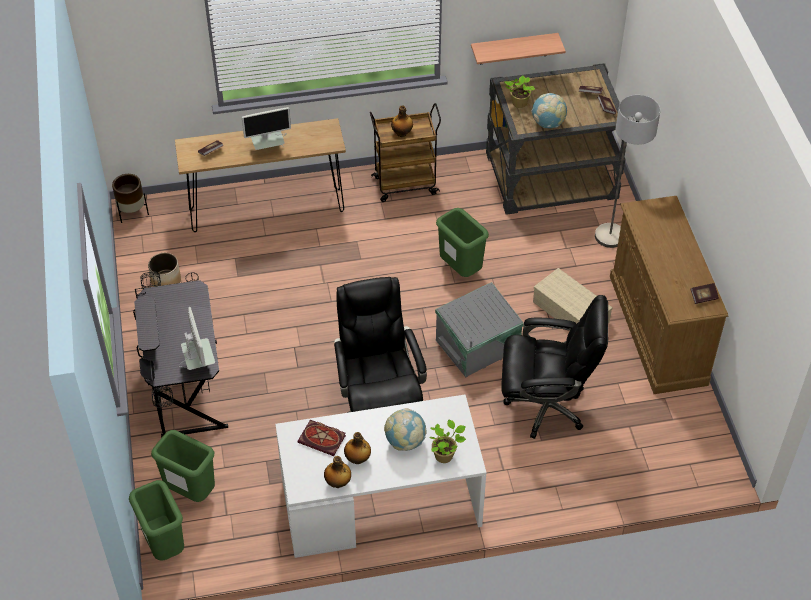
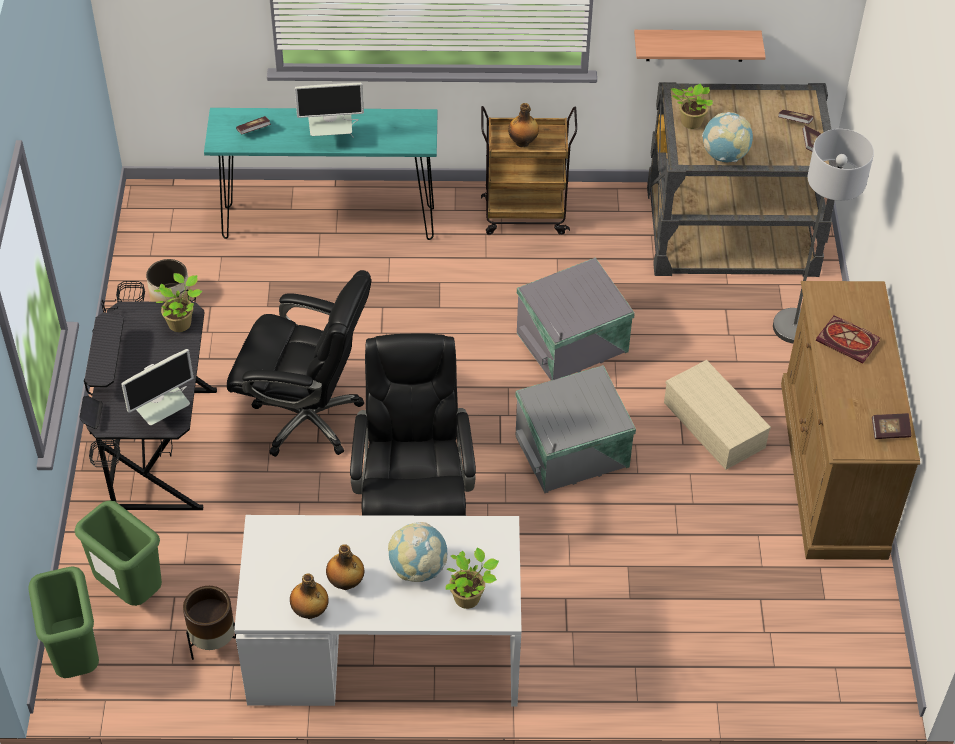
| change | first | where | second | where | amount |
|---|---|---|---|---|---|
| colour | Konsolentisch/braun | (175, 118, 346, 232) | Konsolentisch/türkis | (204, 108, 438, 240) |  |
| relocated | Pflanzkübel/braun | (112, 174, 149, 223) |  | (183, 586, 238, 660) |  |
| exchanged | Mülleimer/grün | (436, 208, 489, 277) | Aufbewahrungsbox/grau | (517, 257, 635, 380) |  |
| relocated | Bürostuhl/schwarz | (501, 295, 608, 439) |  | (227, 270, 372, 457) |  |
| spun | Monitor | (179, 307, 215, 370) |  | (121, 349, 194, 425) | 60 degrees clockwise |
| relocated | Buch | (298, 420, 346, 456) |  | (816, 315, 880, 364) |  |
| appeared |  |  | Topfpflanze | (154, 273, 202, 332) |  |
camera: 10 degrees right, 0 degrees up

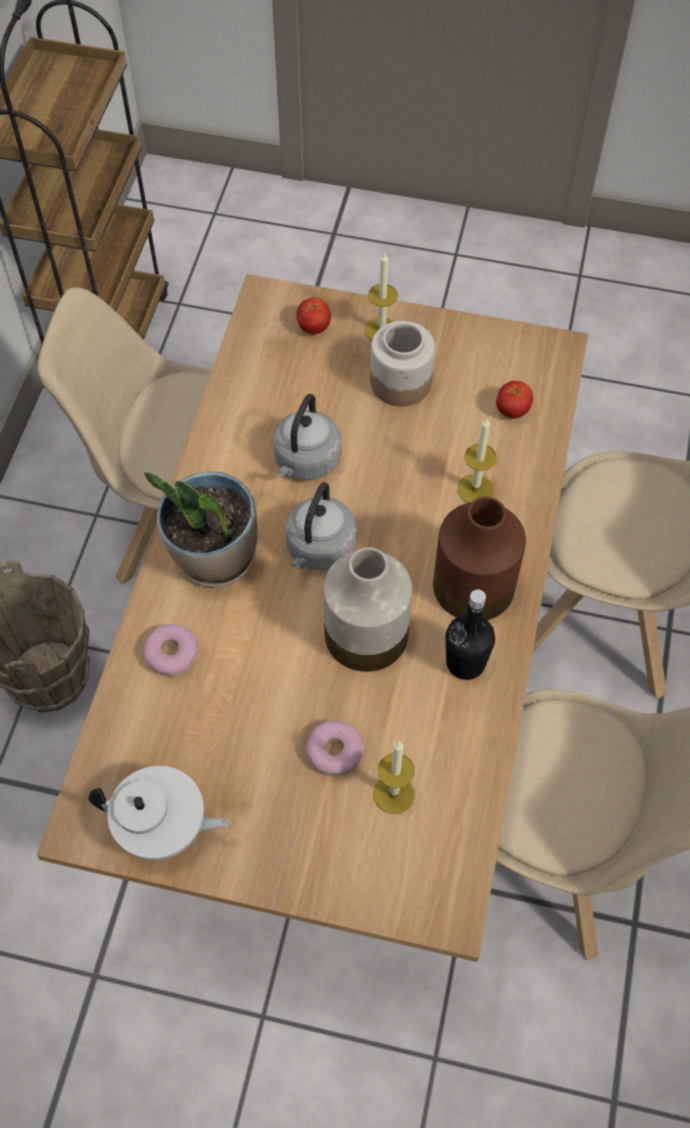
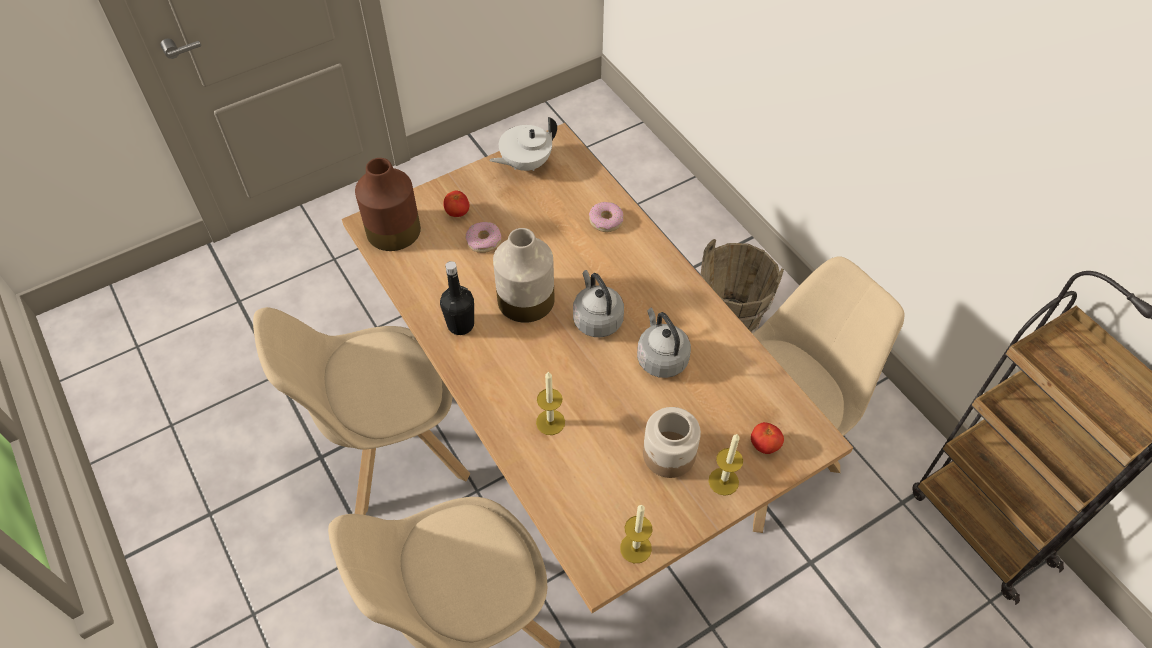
| change | first | where | second | where | amount |
|---|---|---|---|---|---|
| relocated | Tomate | (496, 381, 533, 419) |  | (443, 191, 469, 217) |  |
| missing | Topfpflanze | (144, 471, 257, 587) |  |  |  |
| relocated | Vase/braun | (433, 497, 526, 620) |  | (355, 158, 421, 251) |  |
| relocated | Kerze | (373, 742, 415, 814) |  | (620, 504, 652, 563) |  |
camera: 135 degrees right, 5 degrees down

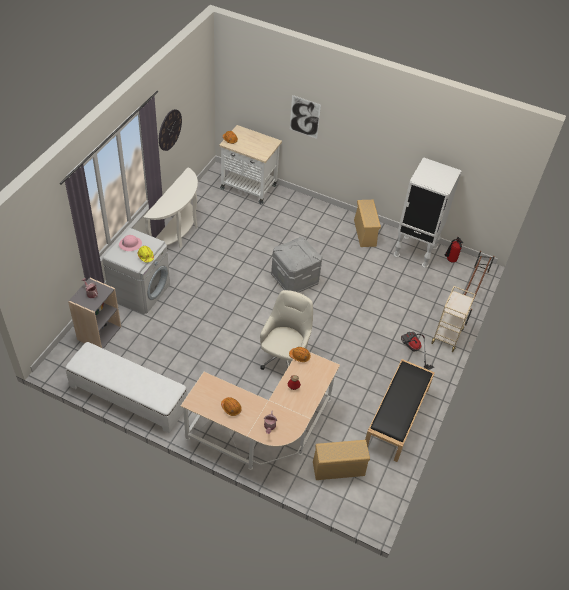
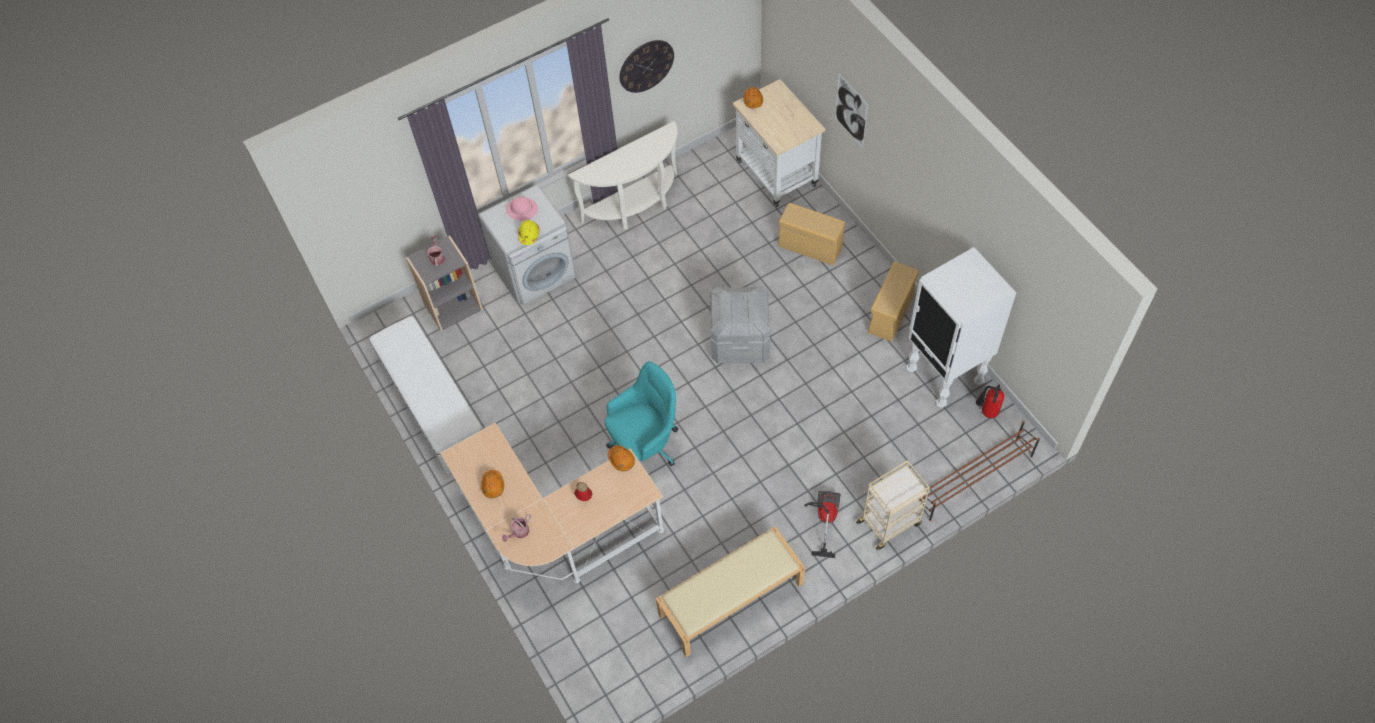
| change | first | where | second | where | amount |
|---|---|---|---|---|---|
| colour | Bürostuhl/beige | (260, 290, 313, 370) | Bürostuhl/türkis | (605, 361, 678, 466) |  |
| colour | Bank/schwarz | (365, 359, 435, 462) | Bank/beige | (656, 526, 805, 657) |  |
| relocated | Aufbewahrungsbox/beige | (313, 440, 370, 480) |  | (778, 203, 845, 265) |  |
camera: 40 degrees right, 10 degrees up

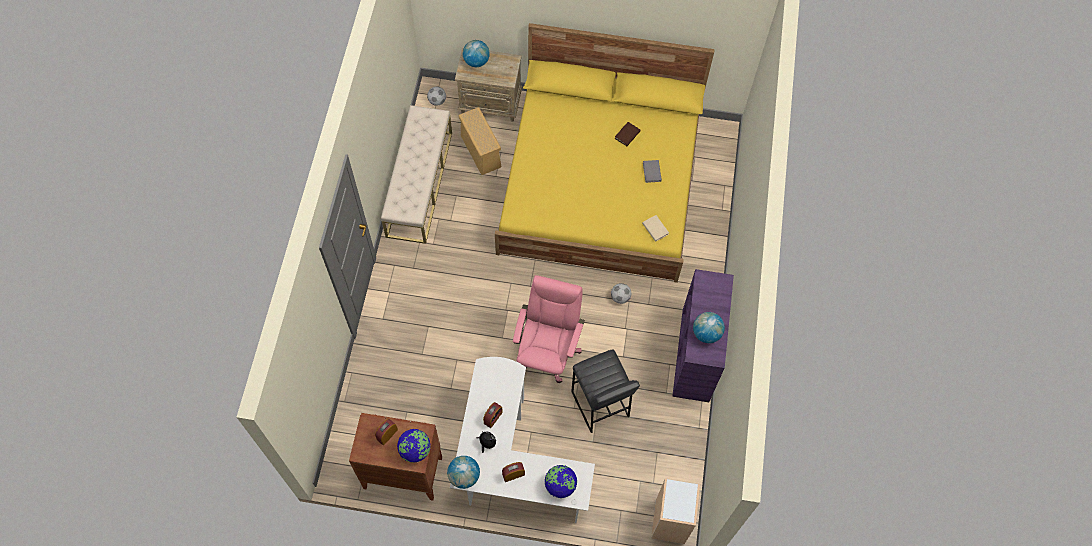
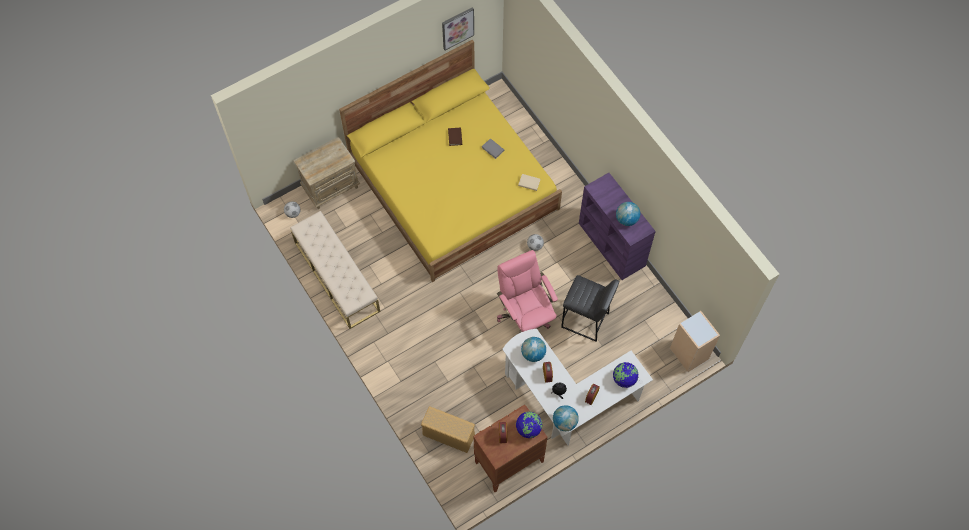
| change | first | where | second | where | amount |
|---|---|---|---|---|---|
| relocated | Globus | (463, 40, 490, 67) |  | (521, 337, 546, 362) |  |
| relocated | Aufbewahrungsbox/beige | (459, 107, 502, 175) |  | (421, 406, 475, 453) |  |
| appeared |  |  | Bild | (442, 7, 474, 51) |  |
camera: 40 degrees left, 0 degrees up

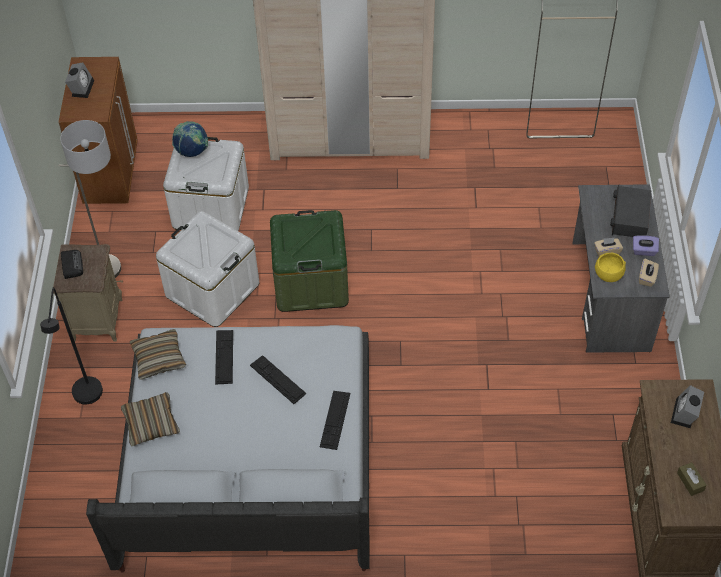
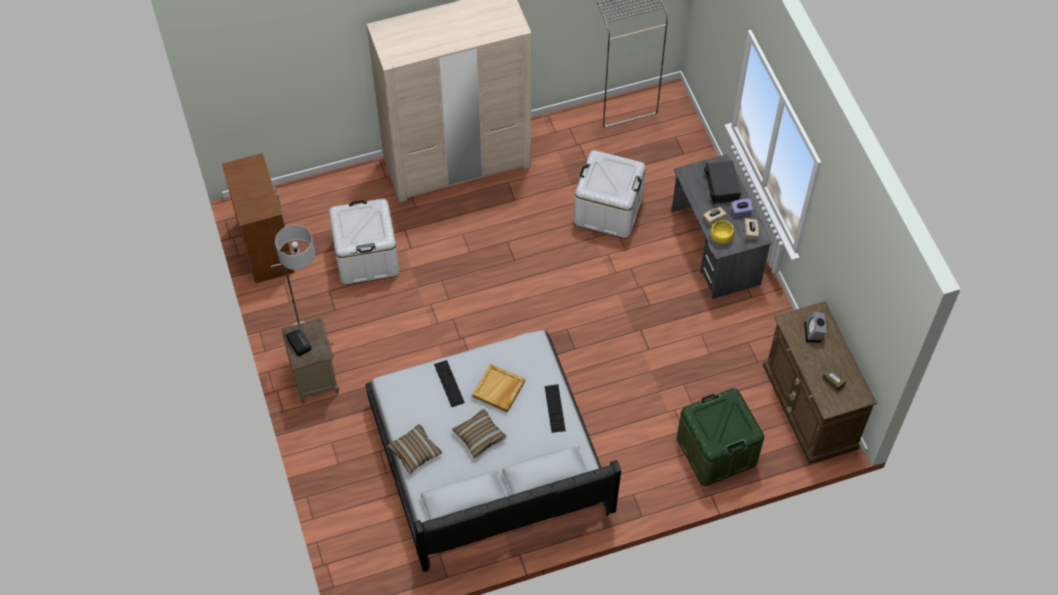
| change | first | where | second | where | amount |
|---|---|---|---|---|---|
| missing | Wecker | (65, 62, 94, 98) |  |  |  |
| missing | Globus | (172, 121, 208, 157) |  |  |  |
| relocated | Aufbewahrungsbox/grün | (270, 210, 349, 312) |  | (677, 388, 764, 486) |  |
| relocated | Aufbewahrungsbox/weiß | (156, 211, 259, 327) |  | (574, 150, 646, 239) |  |
| missing | Stehlampe/schwarz | (40, 287, 103, 405) |  |  |  |
| relocated | Kissen | (130, 329, 186, 380) |  | (452, 409, 506, 458) |  |
| exchanged | Tastatur | (250, 355, 307, 404) | Tablett/beige | (472, 364, 525, 413) |  |
camera: 20 degrees left, 5 degrees up

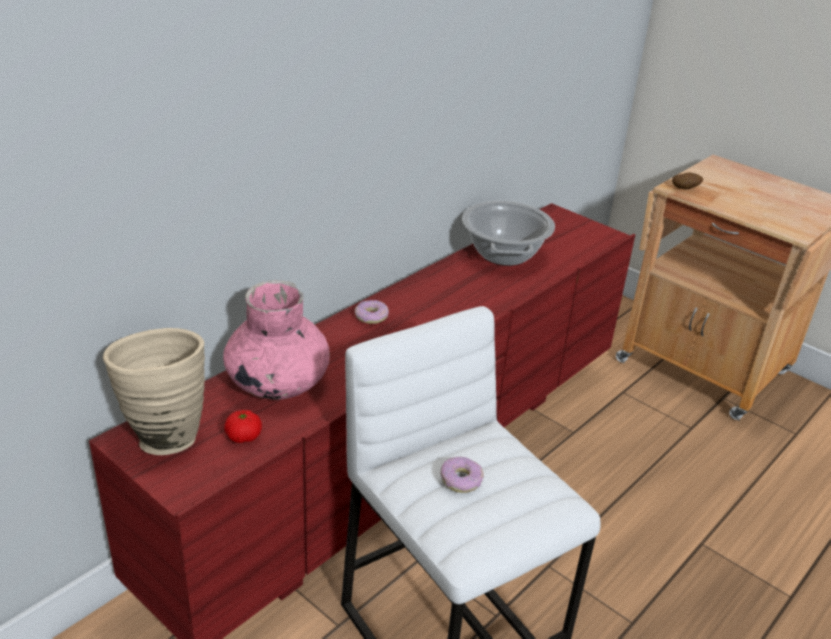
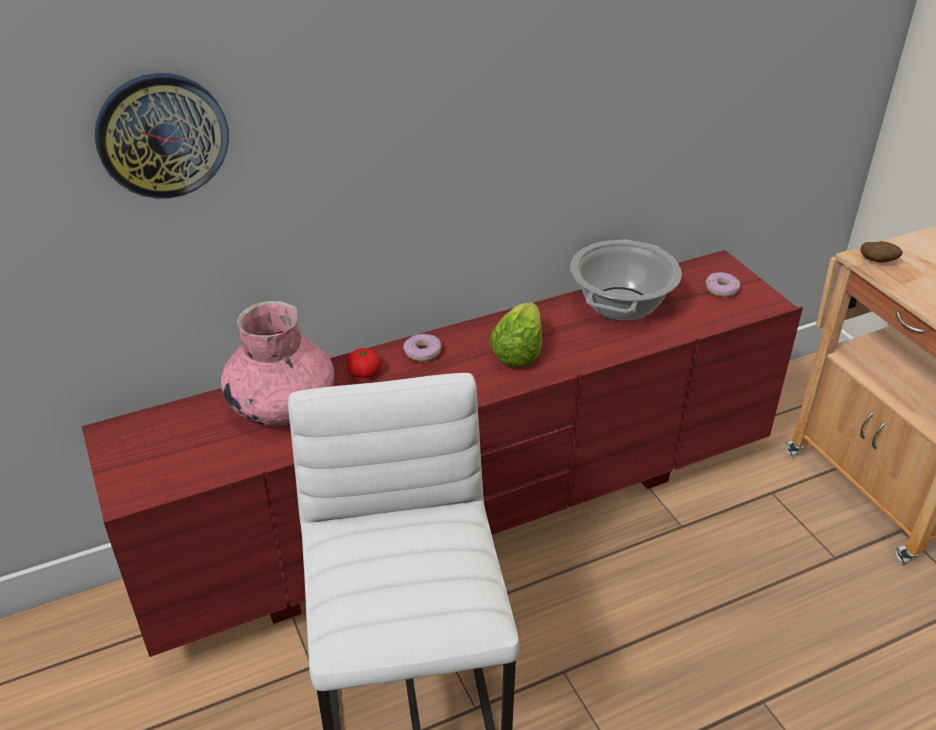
| change | first | where | second | where | amount |
|---|---|---|---|---|---|
| missing | Vase/beige | (103, 328, 205, 455) |  |  |  |
| relocated | Tomate | (224, 410, 262, 443) |  | (347, 348, 381, 378) |  |
| relocated | Donut | (441, 457, 484, 493) |  | (706, 272, 740, 297) |  |
| appeared |  |  | Wanduhr | (95, 73, 229, 199) |  |
| appeared |  |  | Salatkopf | (489, 302, 542, 367) |  |
camera: 25 degrees right, 5 degrees up

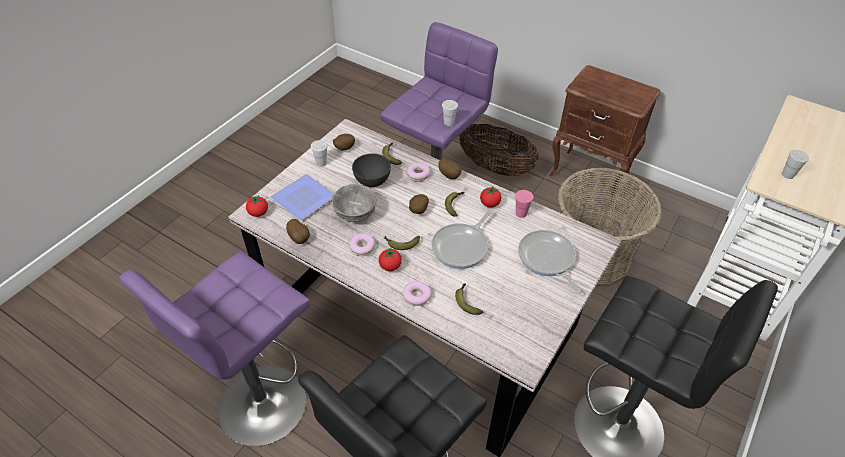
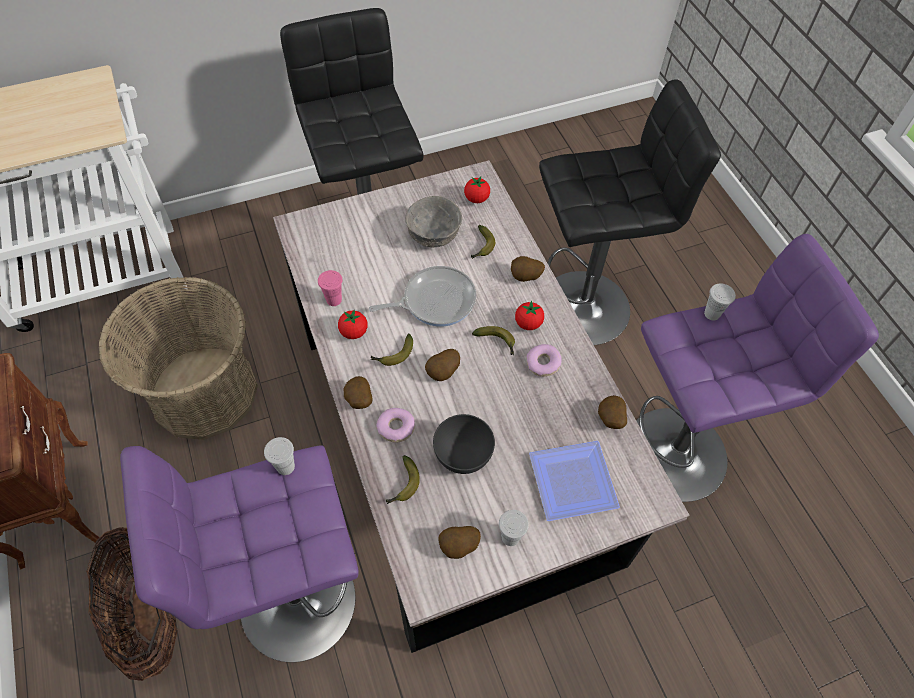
| change | first | where | second | where | amount |
|---|---|---|---|---|---|
| relocated | Tasse/weiß | (782, 150, 809, 179) |  | (704, 284, 736, 320) |  |
| relocated | Schüssel/grau | (332, 184, 377, 222) |  | (405, 196, 462, 248) |  |
| relocated | Tomate | (246, 195, 268, 217) |  | (464, 177, 490, 203) |  |
| missing | Pfanne | (518, 230, 581, 294) |  |  |  |
| exchanged | Donut | (403, 281, 432, 306) | Kartoffel | (511, 256, 545, 282) |  |
camera: 145 degrees left, 10 degrees up

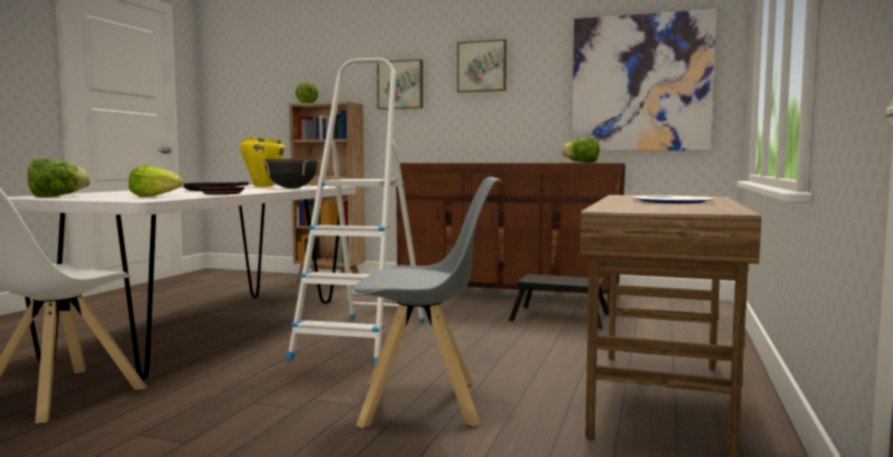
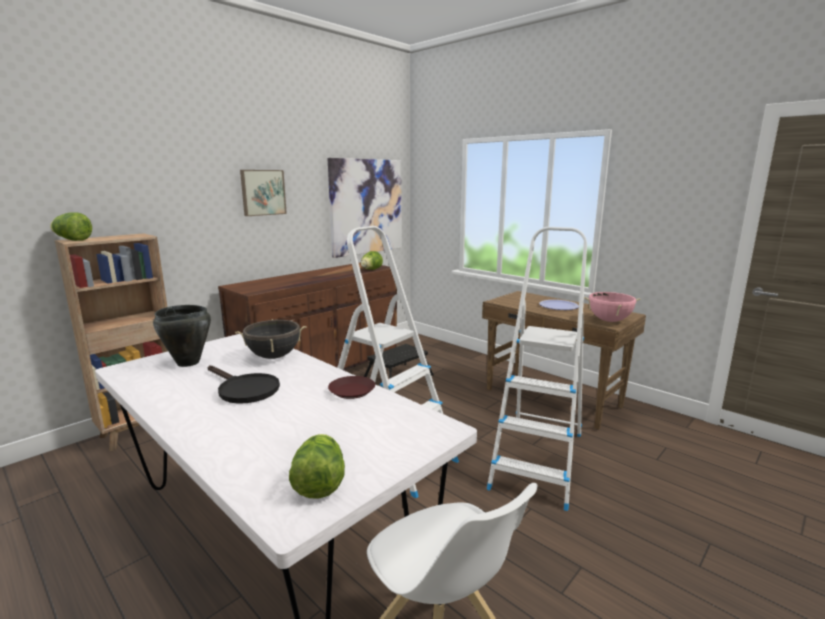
| change | first | where | second | where | amount |
|---|---|---|---|---|---|
| missing | Bild | (377, 59, 423, 109) |  |  |  |
| colour | Kochtopf/gelb | (240, 137, 285, 187) | Kochtopf/schwarz | (153, 305, 211, 367) |  |
| missing | Salatkopf | (129, 165, 184, 197) |  |  |  |
| exchanged | Stuhl/grau | (350, 177, 501, 428) | Trittleiter/weiß | (487, 227, 587, 511) |  |
| appeared |  |  | Kochtopf/rosa | (584, 292, 641, 322) |  |
camera: 65 degrees left, 10 degrees up

